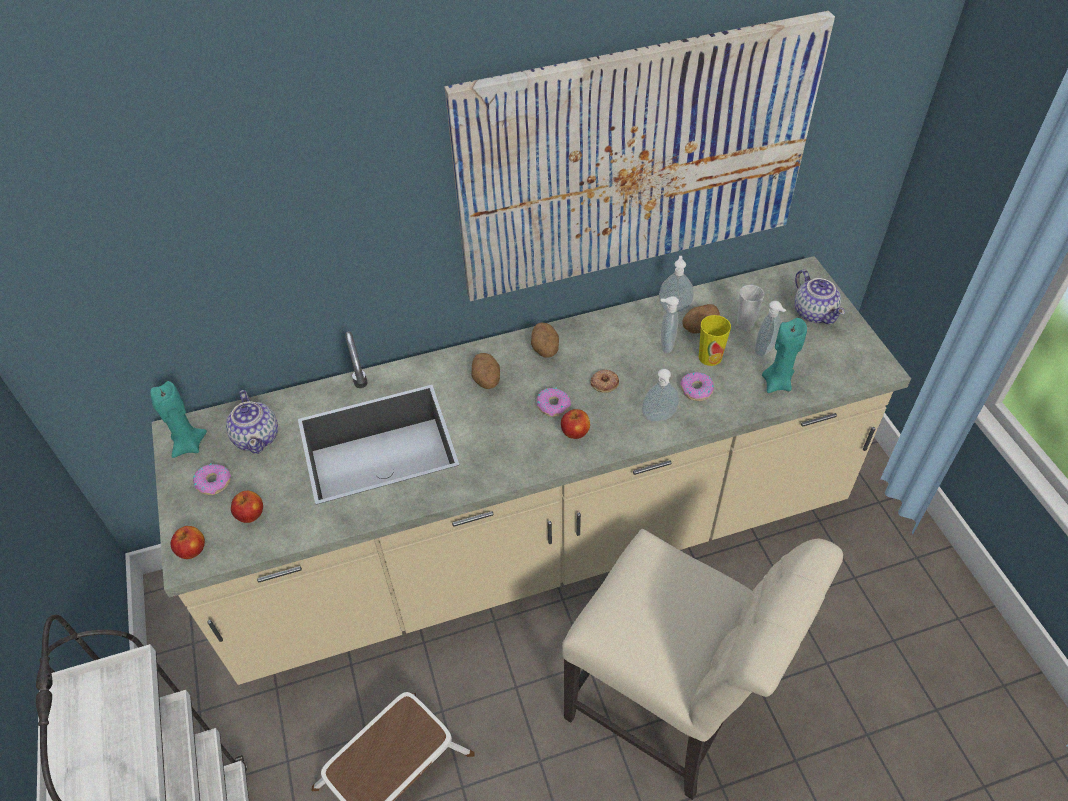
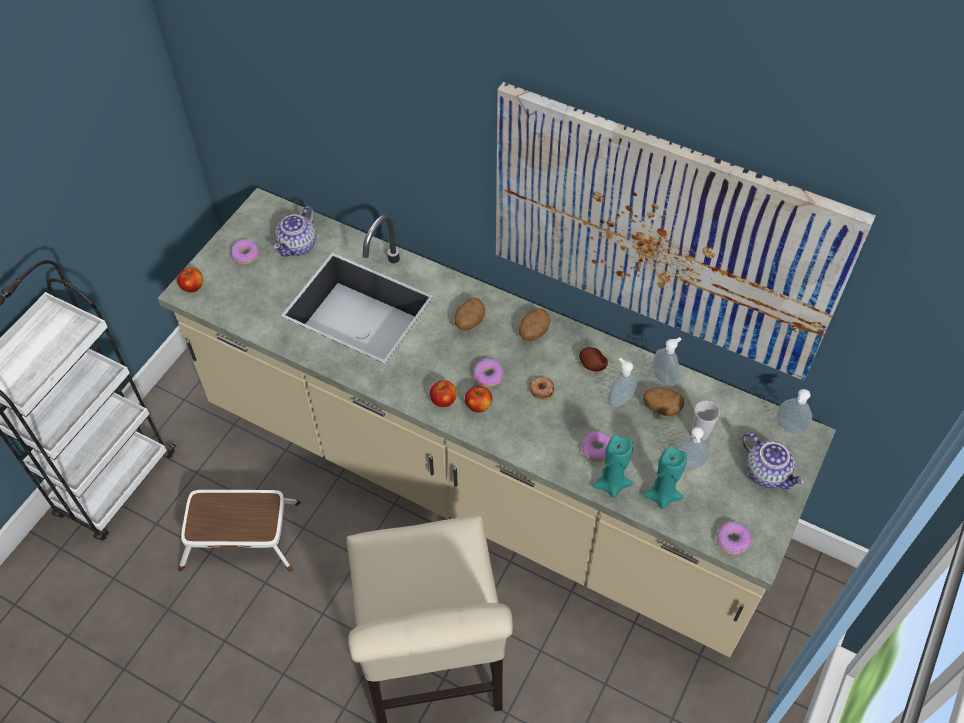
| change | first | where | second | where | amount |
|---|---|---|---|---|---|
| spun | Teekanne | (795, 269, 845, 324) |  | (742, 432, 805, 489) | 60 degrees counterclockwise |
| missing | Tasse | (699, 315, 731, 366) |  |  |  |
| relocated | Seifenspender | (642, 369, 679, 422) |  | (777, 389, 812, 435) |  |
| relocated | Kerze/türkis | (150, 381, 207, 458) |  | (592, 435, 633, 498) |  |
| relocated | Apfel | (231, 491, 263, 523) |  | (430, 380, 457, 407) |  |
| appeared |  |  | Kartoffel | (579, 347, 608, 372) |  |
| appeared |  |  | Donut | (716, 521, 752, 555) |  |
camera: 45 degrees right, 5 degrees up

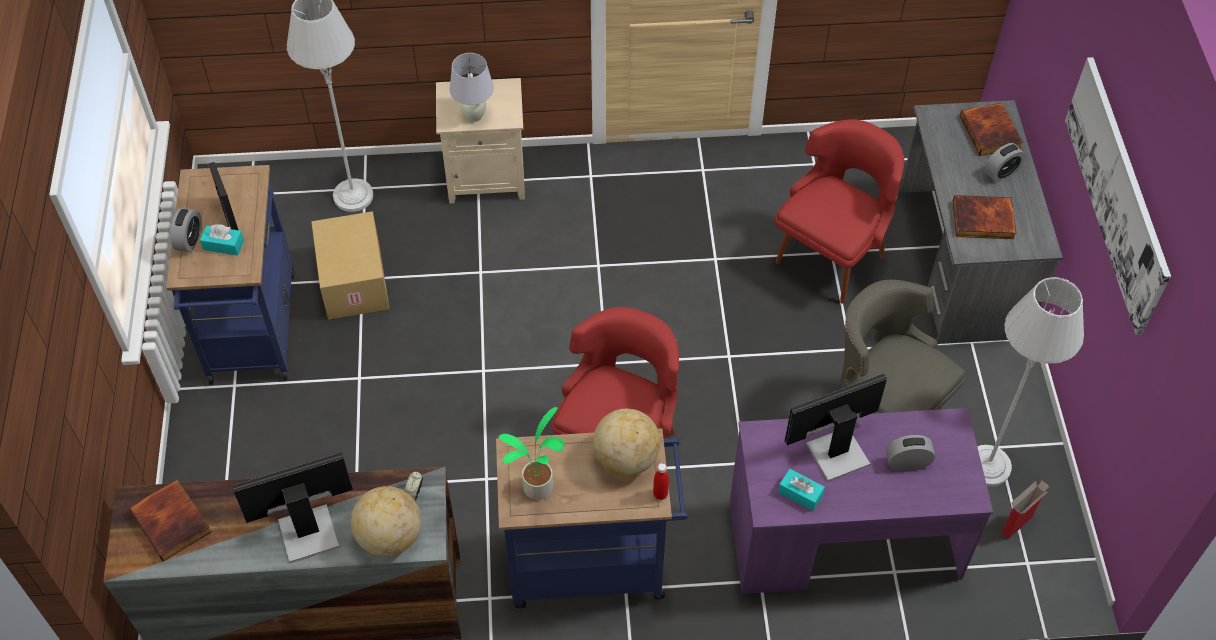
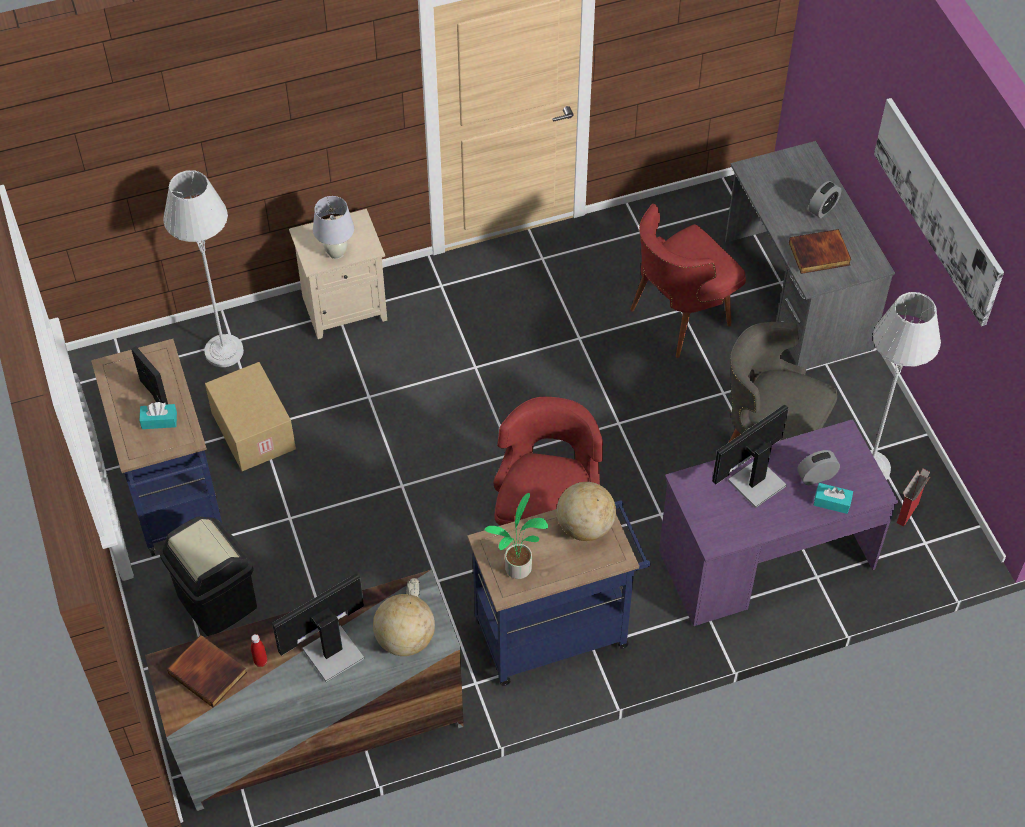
| change | first | where | second | where | amount |
|---|---|---|---|---|---|
| missing | Buch | (960, 103, 1023, 156) |  |  |  |
| spun | Stuhl/rot | (775, 119, 904, 304) |  | (630, 204, 746, 358) | 150 degrees counterclockwise |
| missing | Wecker | (170, 208, 202, 252) |  |  |  |
| relocated | Flasche/rot | (653, 463, 669, 500) |  | (251, 634, 267, 667) |  |
| relocated | Taschentuchbox/türkis | (778, 469, 825, 511) |  | (814, 483, 853, 514) |  |
| appeared |  |  | Mülleimer/schwarz | (160, 516, 257, 636) |  |
camera: 15 degrees left, 0 degrees up

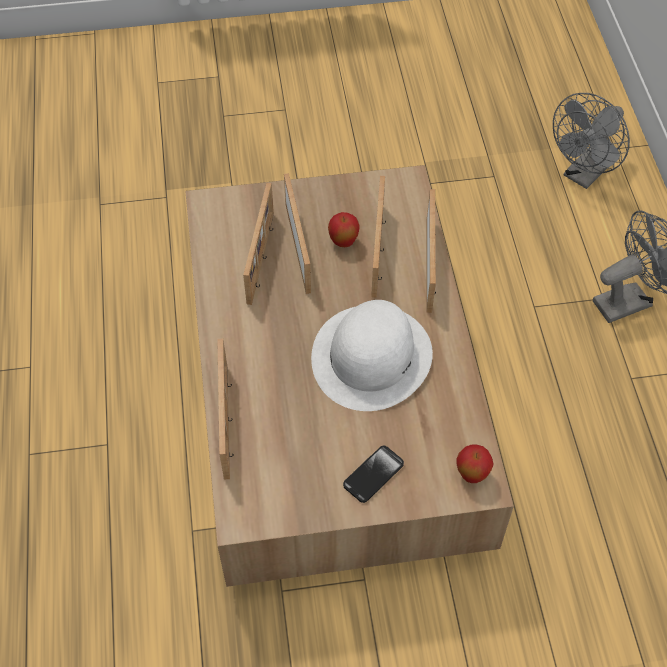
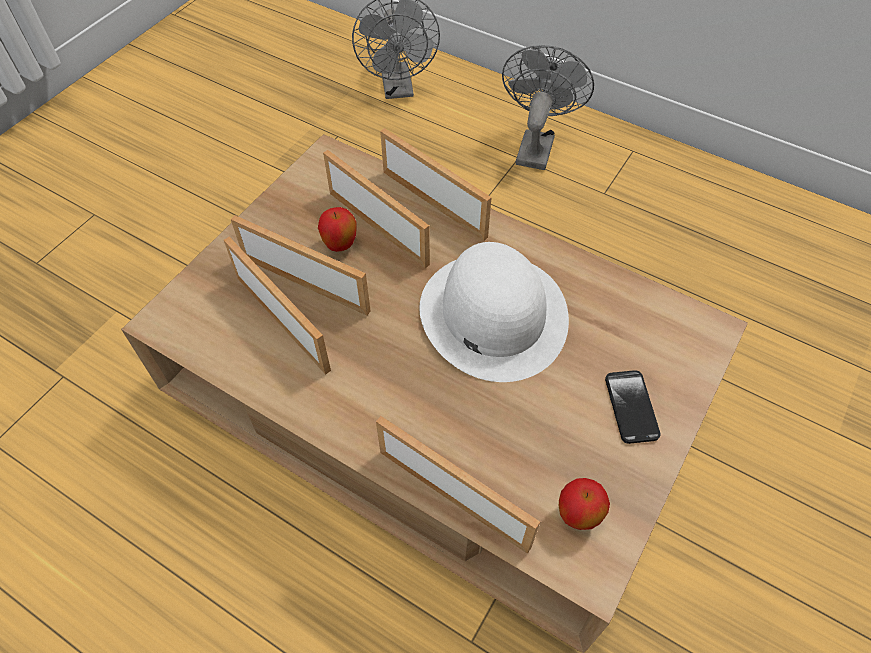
| change | first | where | second | where | amount |
|---|---|---|---|---|---|
| relocated | Apfel | (457, 445, 494, 483) |  | (559, 478, 610, 530) |  |
camera: 50 degrees left, 0 degrees up

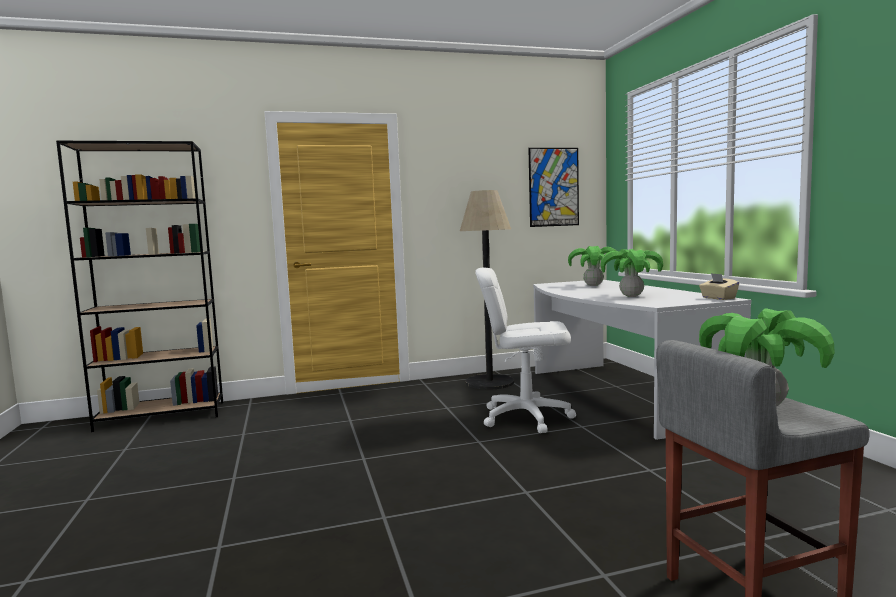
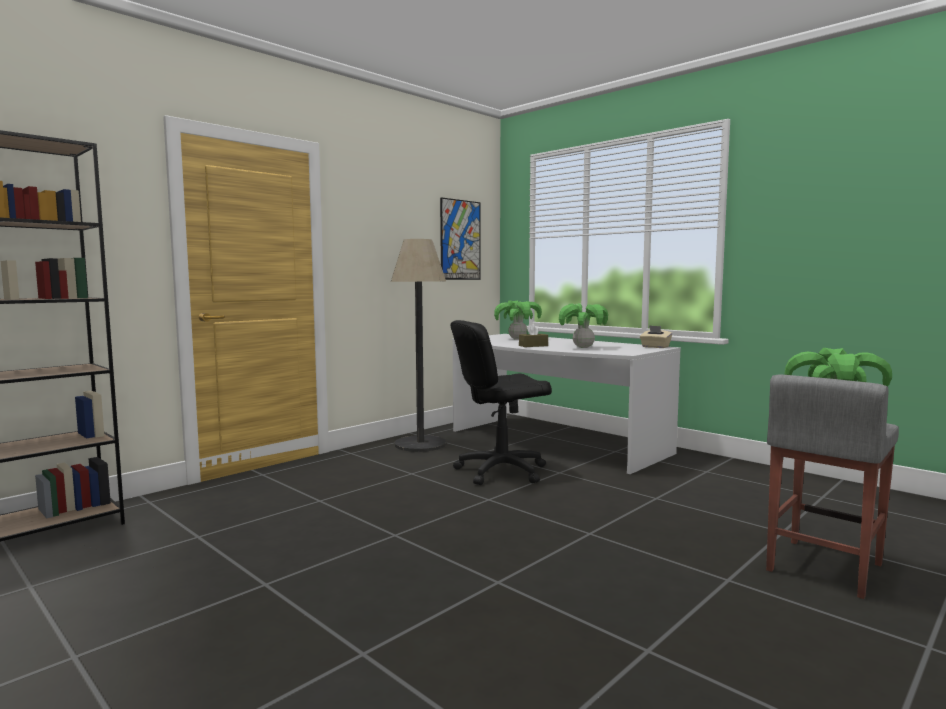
| change | first | where | second | where | amount |
|---|---|---|---|---|---|
| colour | Bürostuhl/weiß | (475, 267, 576, 433) | Bürostuhl/schwarz | (451, 320, 552, 485) |  |
| appeared |  |  | Taschentuchbox/braun | (519, 324, 548, 347) |  |
camera: 30 degrees left, 0 degrees up

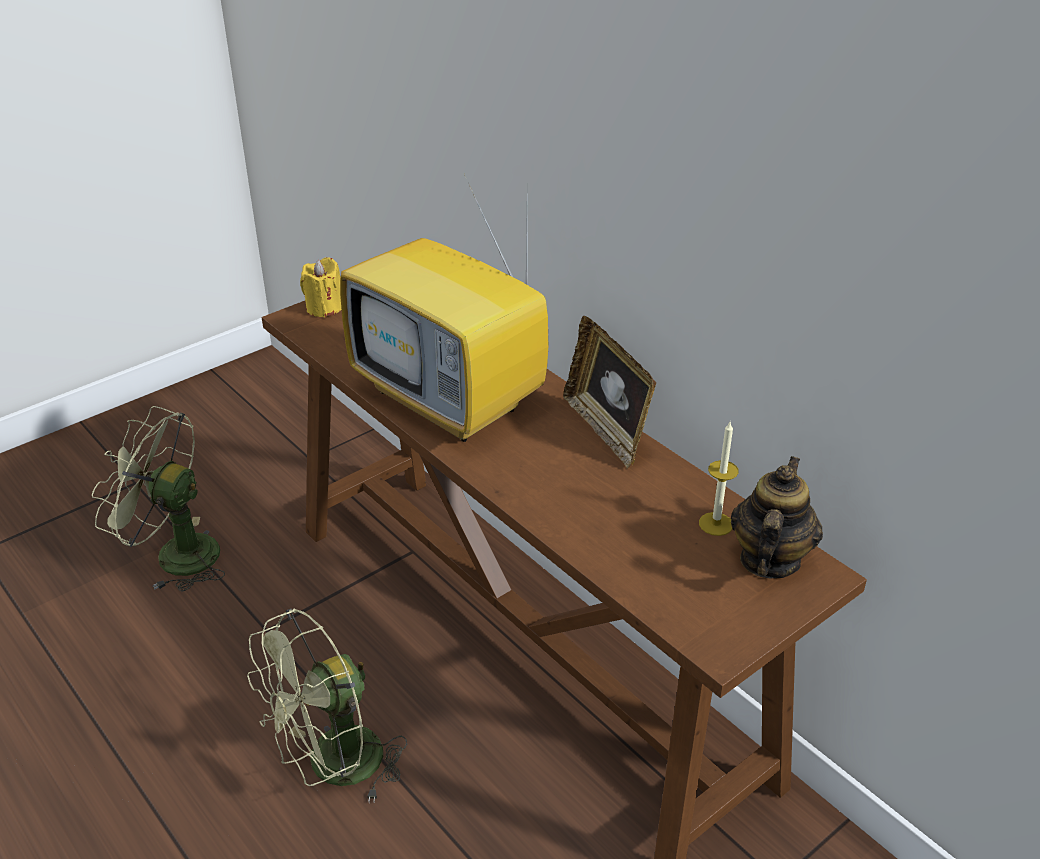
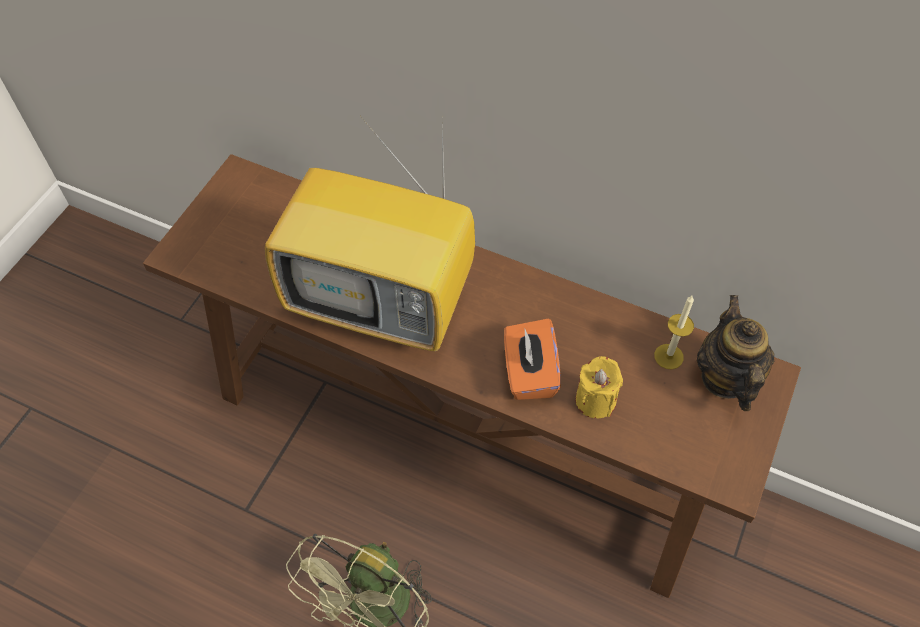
| change | first | where | second | where | amount |
|---|---|---|---|---|---|
| relocated | Kerze/gelb | (300, 257, 341, 318) |  | (575, 356, 623, 418) |  |
| missing | Bilderrahmen | (563, 316, 656, 469) |  |  |  |
| missing | Ventilator/grün | (92, 406, 225, 592) |  |  |  |
| appeared |  |  | Taschentuchbox/orange | (504, 318, 561, 400) |  |
camera: 25 degrees left, 20 degrees up

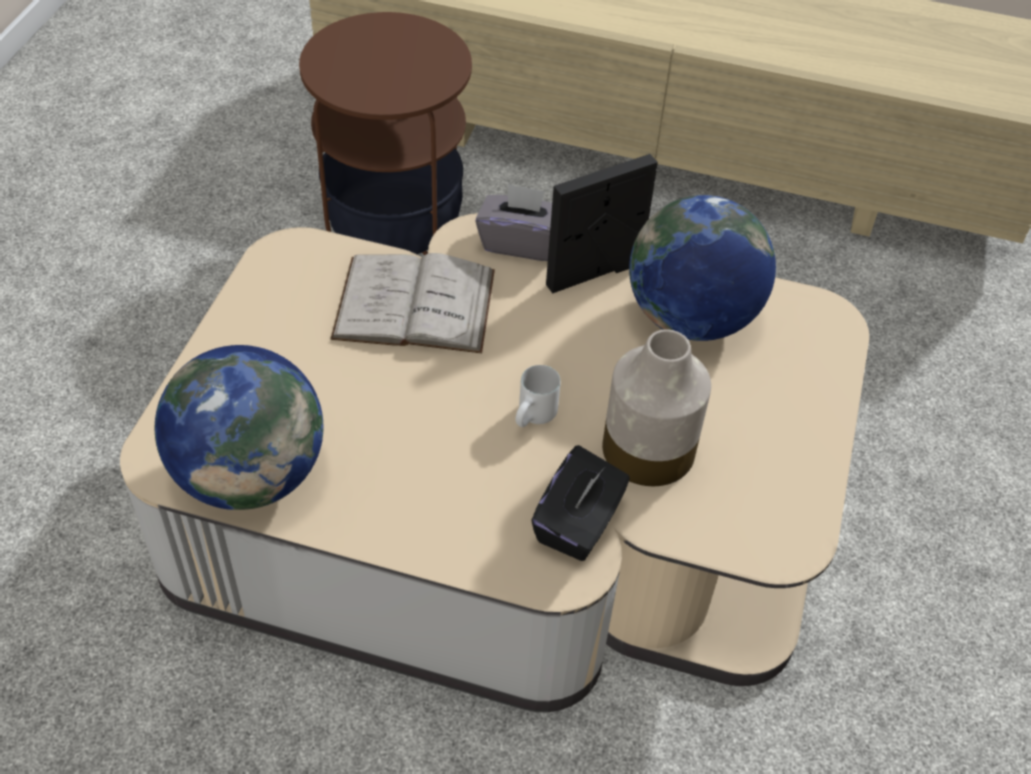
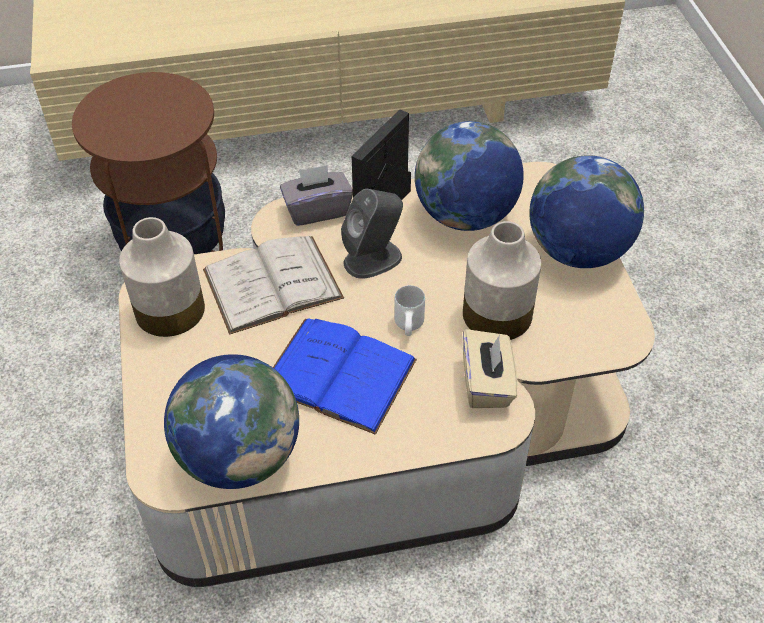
| change | first | where | second | where | amount |
|---|---|---|---|---|---|
| colour | Taschentuchbox/schwarz | (531, 445, 630, 561) | Taschentuchbox/beige | (463, 329, 518, 408) |  |
| appeared |  |  | Globus | (529, 155, 644, 268) |  |
| appeared |  |  | Lautsprecher/grau | (341, 189, 403, 279) |  |
| appeared |  |  | Vase/beige | (119, 217, 205, 337) |  |
| appeared |  |  | Buch/blau | (273, 318, 417, 435) |  |
camera: 25 degrees left, 0 degrees up

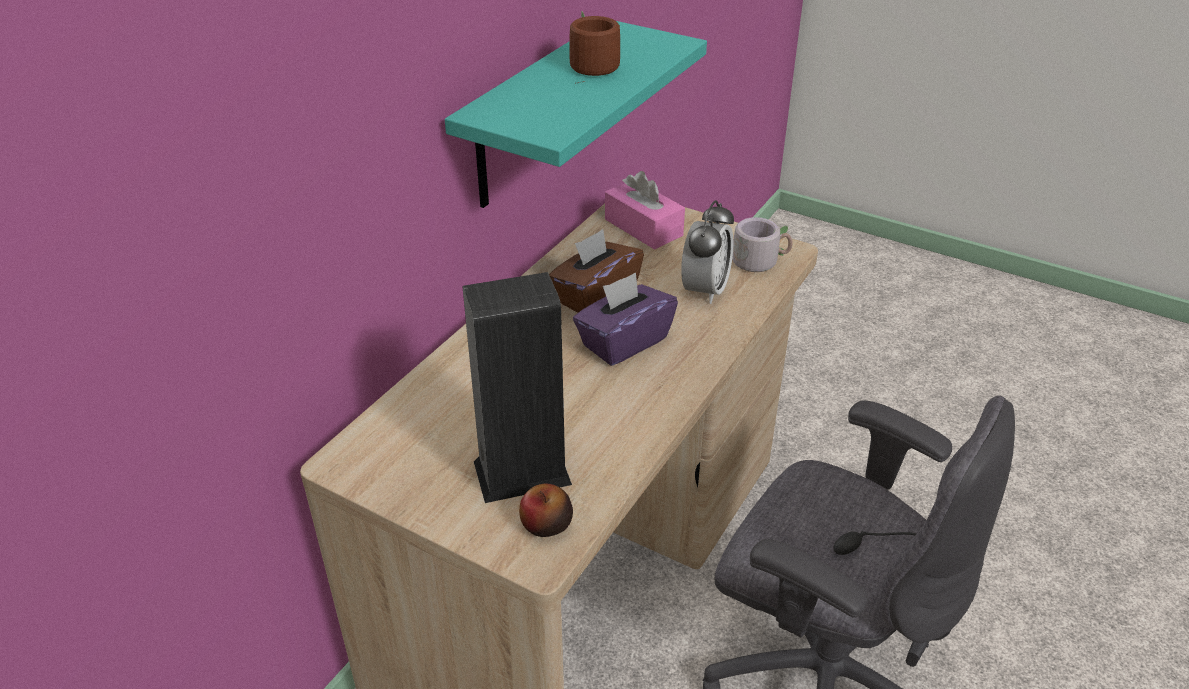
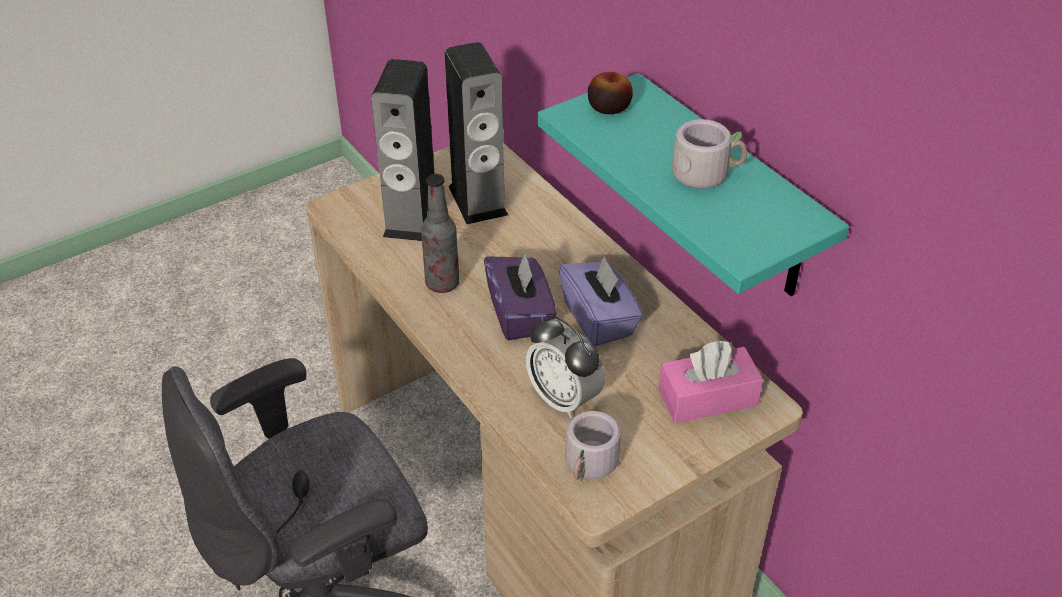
| change | first | where | second | where | amount |
|---|---|---|---|---|---|
| colour | Henkelbecher/braun | (569, 11, 620, 83) | Henkelbecher/grau | (668, 119, 747, 189) |  |
| colour | Taschentuchbox/braun | (549, 229, 644, 313) | Taschentuchbox/lila | (559, 255, 643, 347) |  |
| relocated | Apfel | (519, 483, 573, 537) |  | (588, 72, 633, 114) |  |
| appeared |  |  | Lautsprecher | (444, 42, 508, 224) |  |
| appeared |  |  | Flasche | (421, 174, 460, 293) |  |
camera: 115 degrees right, 5 degrees up

